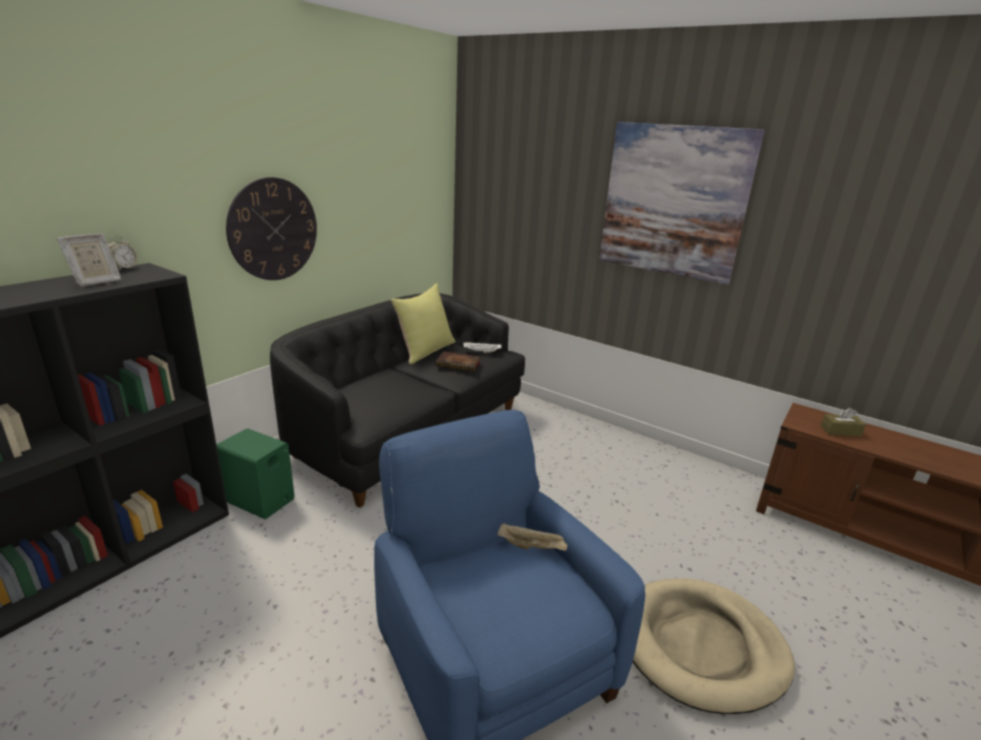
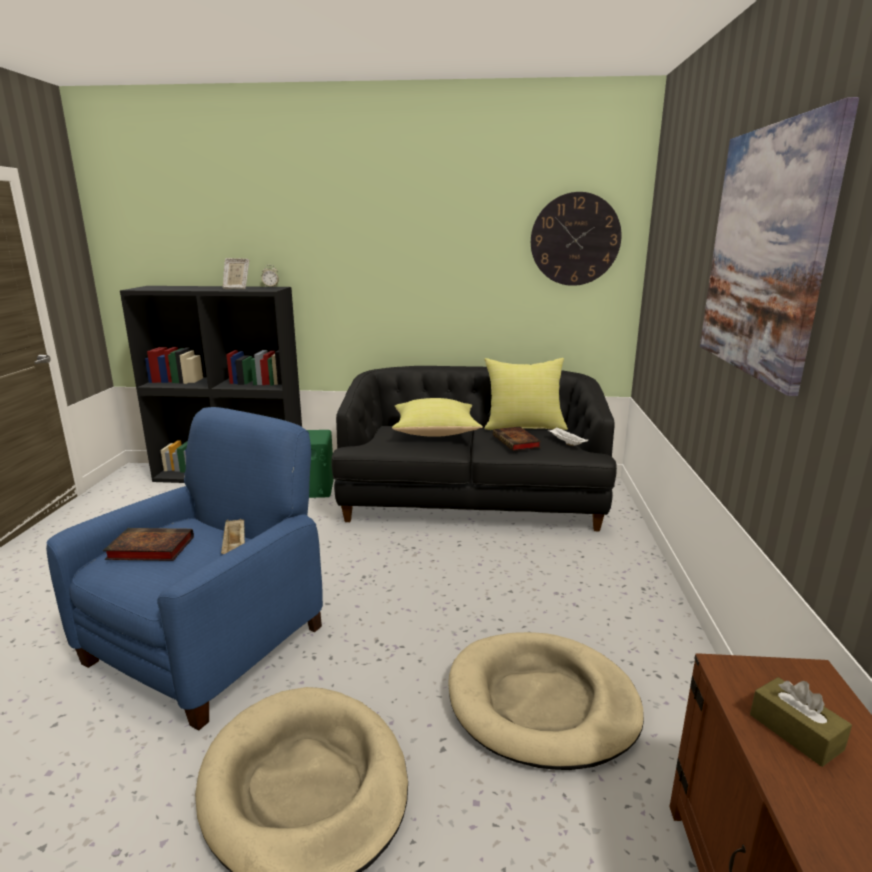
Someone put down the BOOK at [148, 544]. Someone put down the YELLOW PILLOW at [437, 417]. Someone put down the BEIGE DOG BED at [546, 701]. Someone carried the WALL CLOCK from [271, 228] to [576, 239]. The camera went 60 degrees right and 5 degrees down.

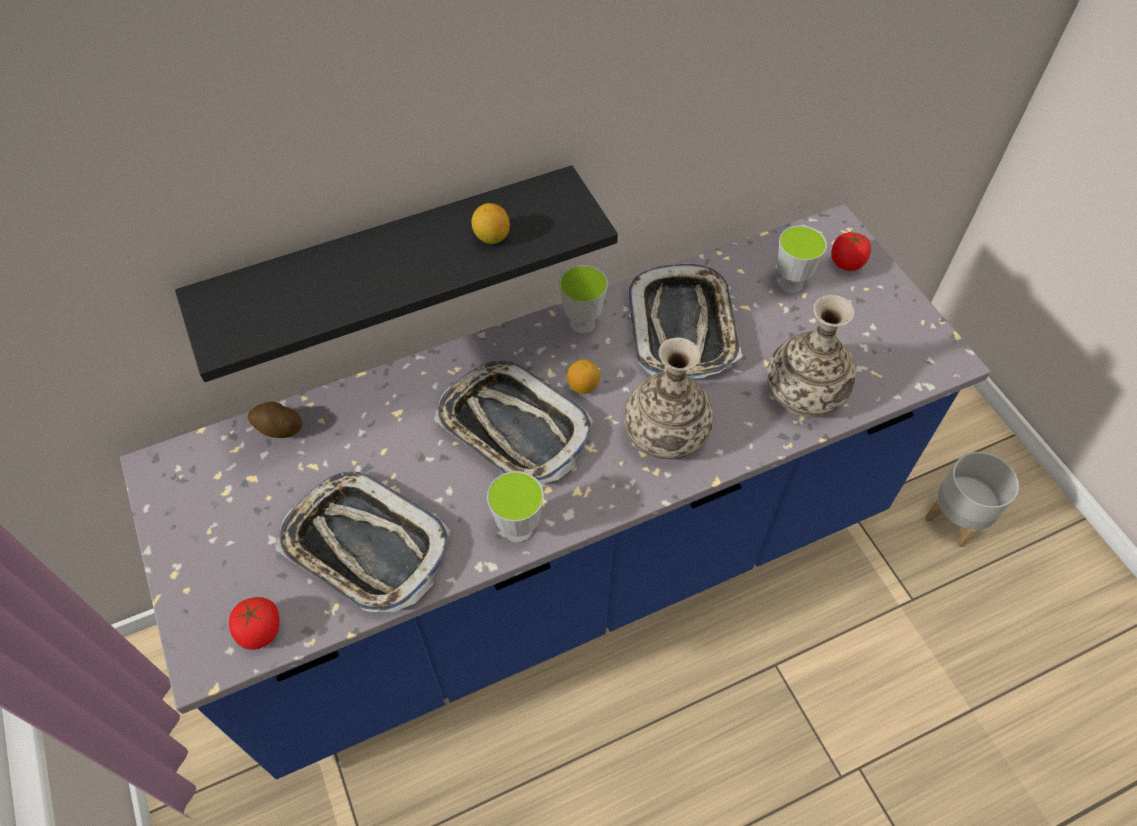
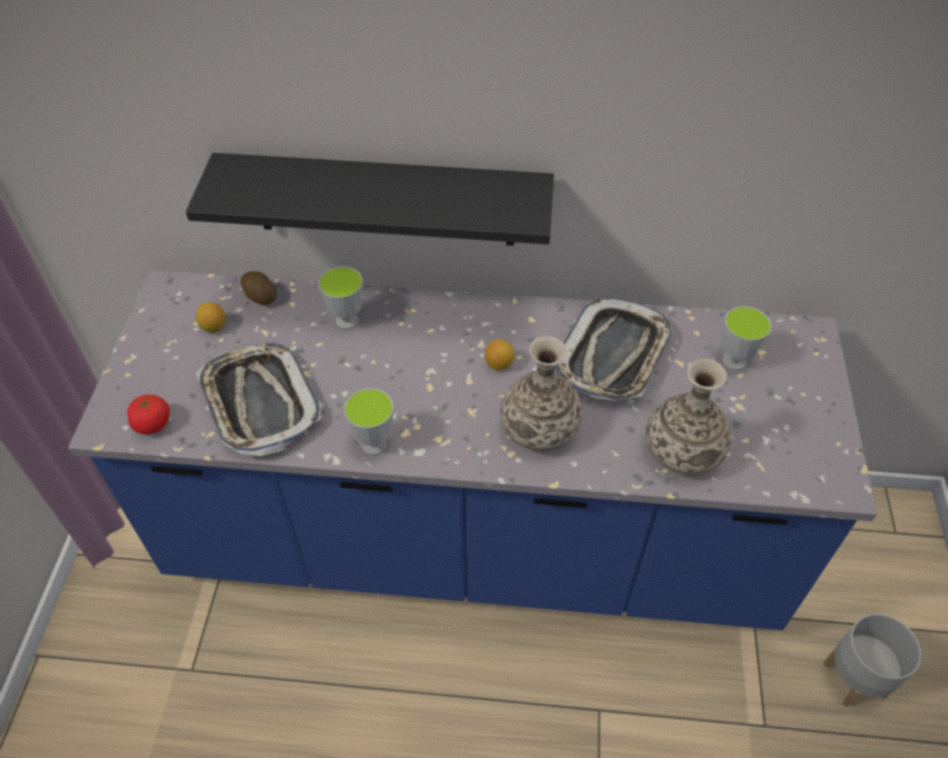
Someone took away the TRAY at [513, 422]. Someone took away the TOMATO at [851, 251]. Someone carried the LEMON from [490, 223] to [211, 317]. Someone carried the CUP from [583, 299] to [340, 297]. The camera went 30 degrees right and 5 degrees down.

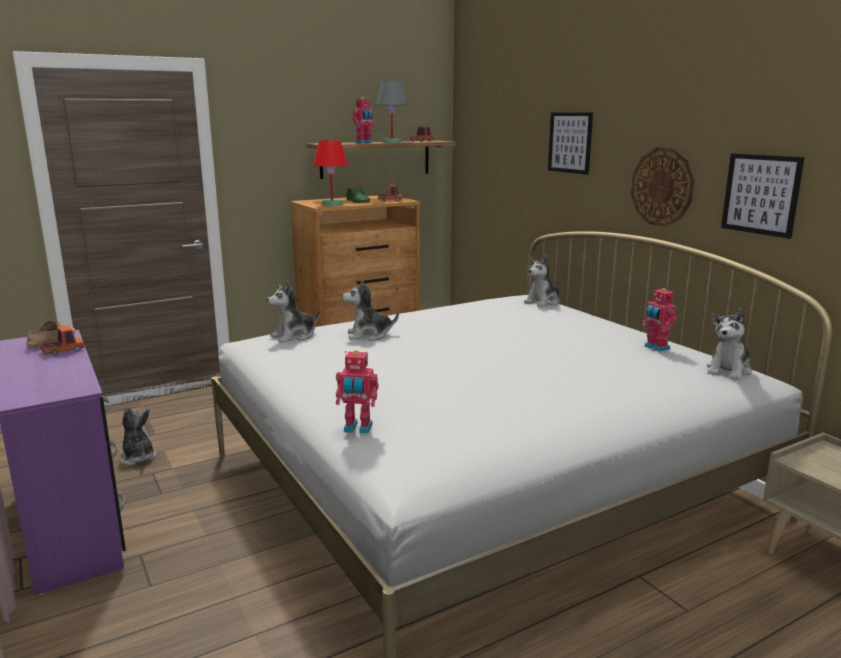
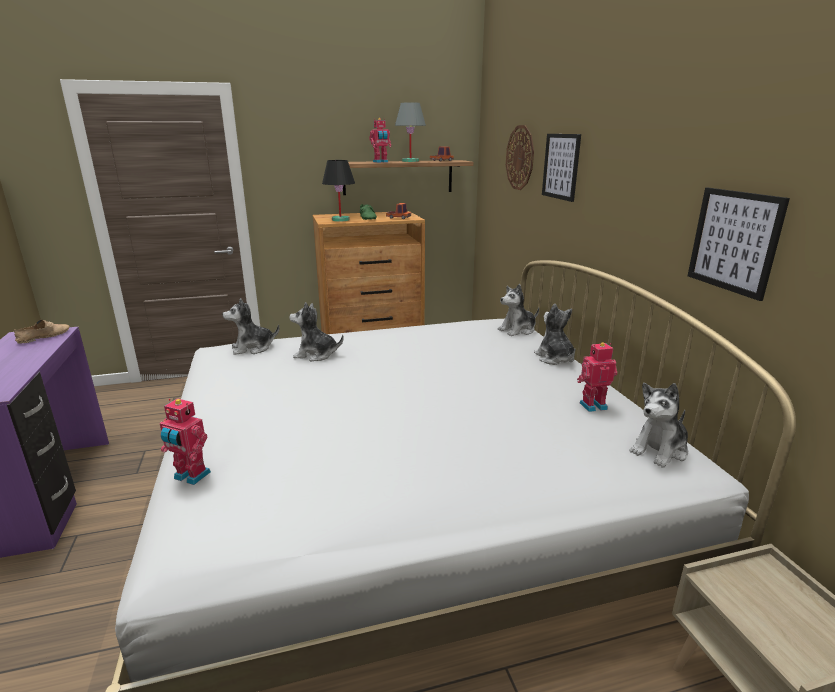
Someone took away the TOY TRUCK at [62, 341]. Someone carried the PLUSH TOY from [138, 436] to [555, 334]. Someone carried the WALL CLOCK from [663, 187] to [520, 157]. Someone repainted the RED TABLE LAMP at [330, 173], which became the BLACK TABLE LAMP at [338, 191]. Someone rotated the TOY ROBOT at [659, 319] by 90 degrees clockwise. The camera went 15 degrees right and 5 degrees up.

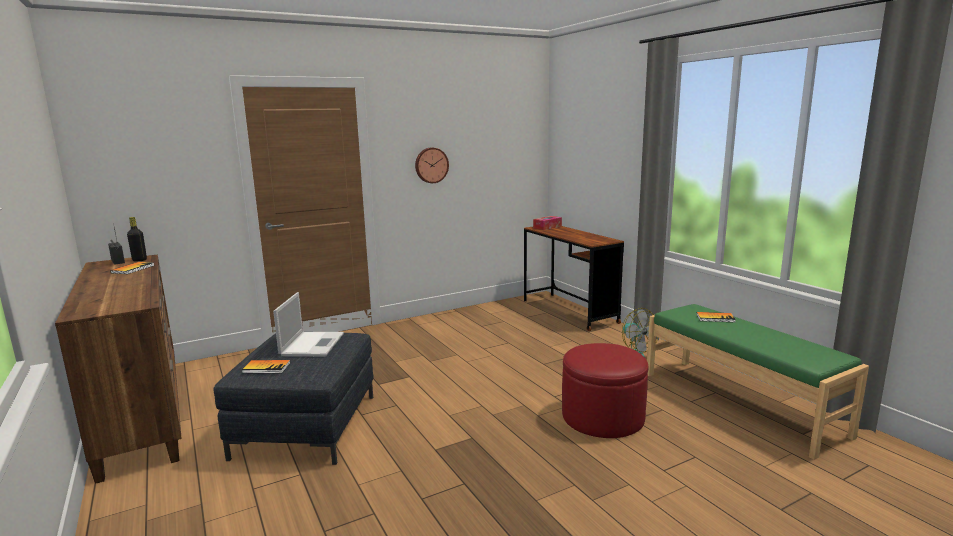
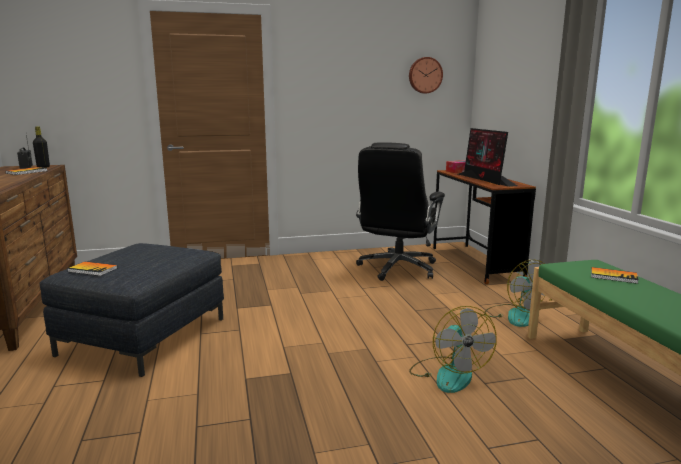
Someone took away the LAPTOP at [308, 324]. Someone put down the BLACK OFFICE CHAIR at [400, 211]. Someone put down the MONITOR at [487, 157]. Someone carried the WALL CLOCK from [432, 165] to [426, 75]. Someone swapped the RED OTTOMAN at [605, 390] for the FAN at [453, 349]. The camera went 15 degrees right and 0 degrees up.

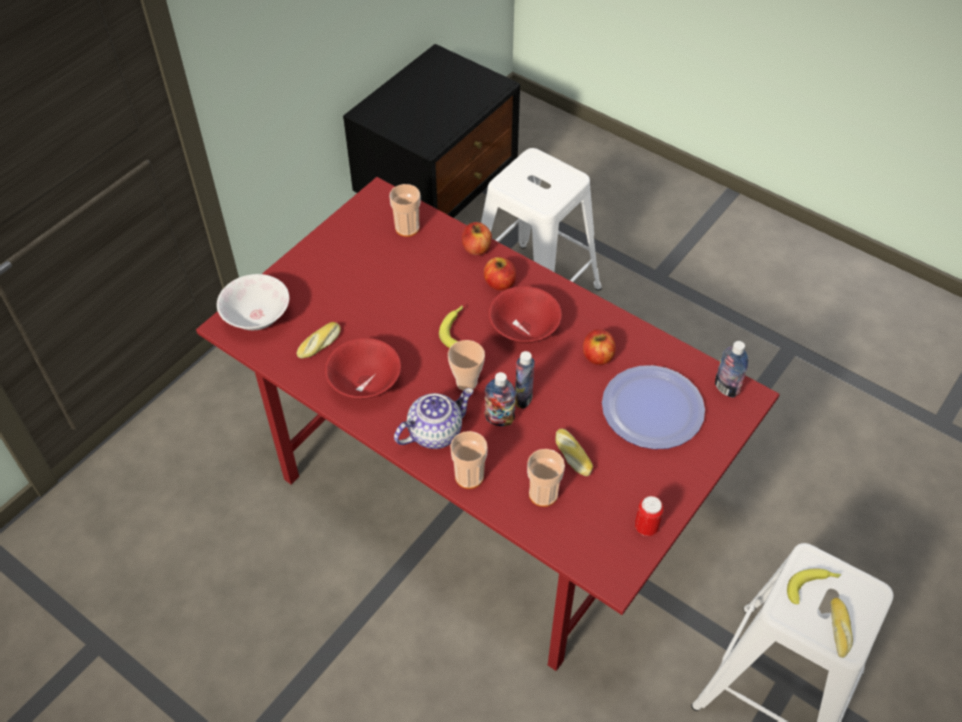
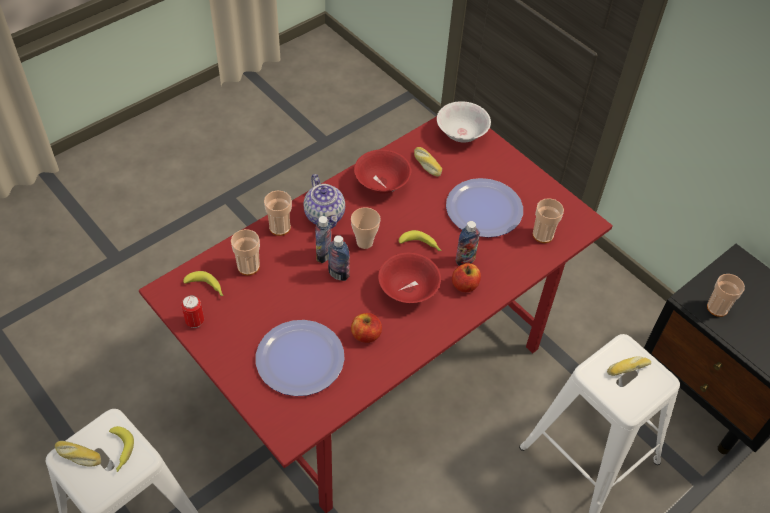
Someone took away the APPLE at [477, 238]. Someone put down the BANANA at [203, 283]. Someone put down the PLATE at [484, 207]. Someone put down the CUP at [726, 295]. Someone carried the BREAD from [574, 452] to [629, 366]. Someone carried the BOTTLE from [731, 369] to [467, 243]. The camera went 100 degrees right and 0 degrees up.

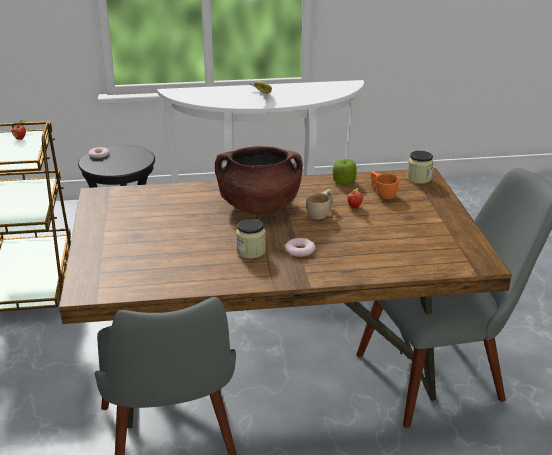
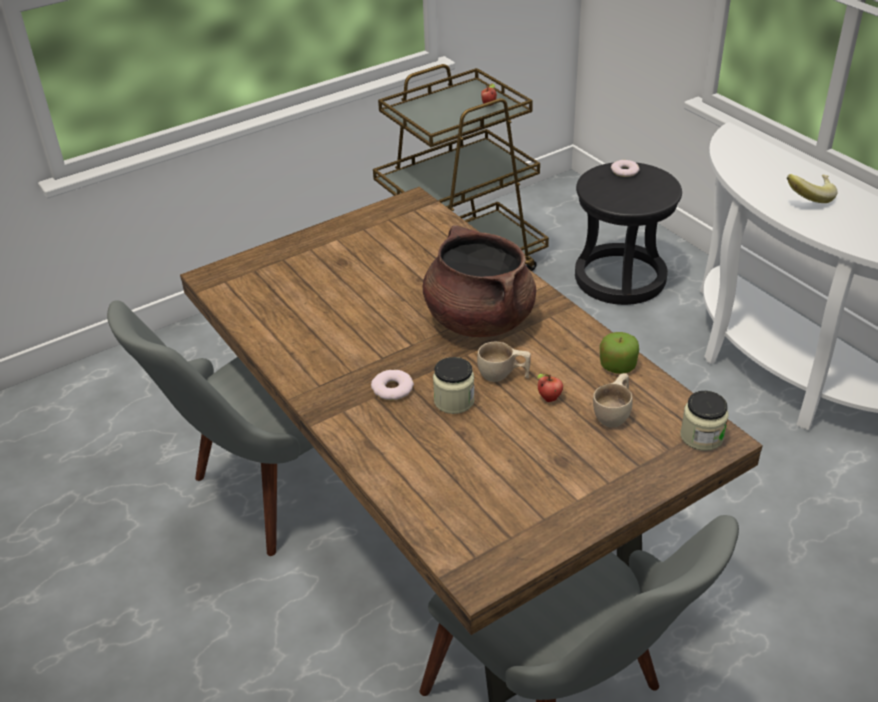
Someone carried the JAR from [251, 239] to [454, 385]. Someone repainted the ORANGE CUP at [385, 185], which became the BEIGE CUP at [612, 400]. The camera went 65 degrees right and 10 degrees up.

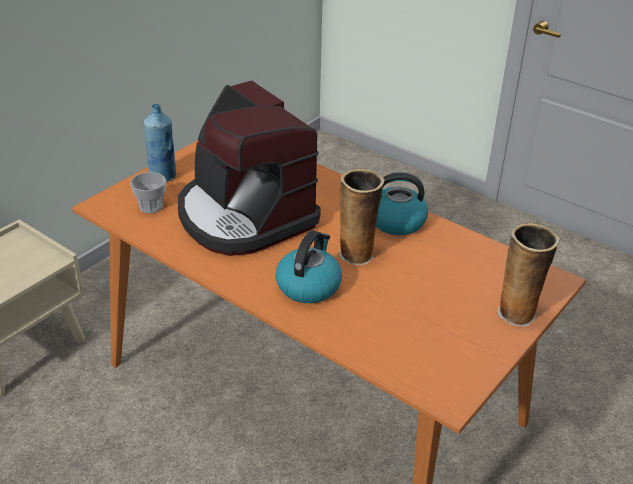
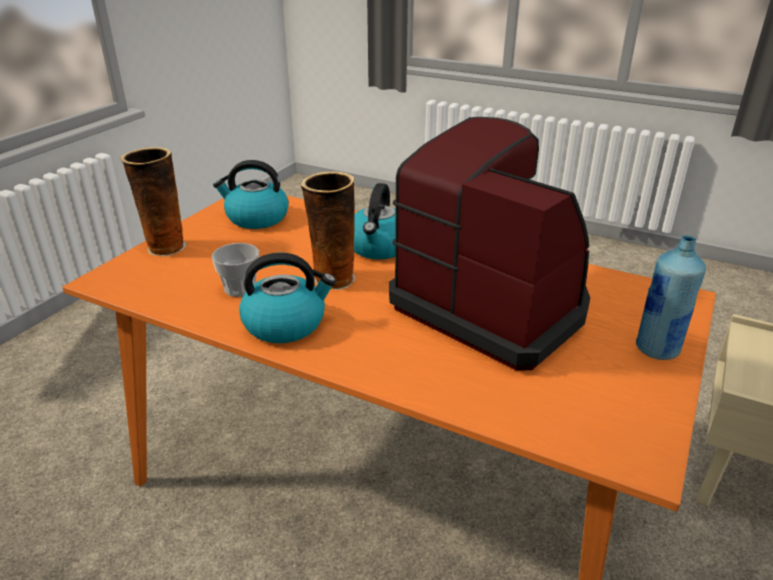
Someone put down the KETTLE at [251, 194]. Someone carried the CUP from [148, 193] to [235, 270]. The camera went 170 degrees right and 5 degrees down.

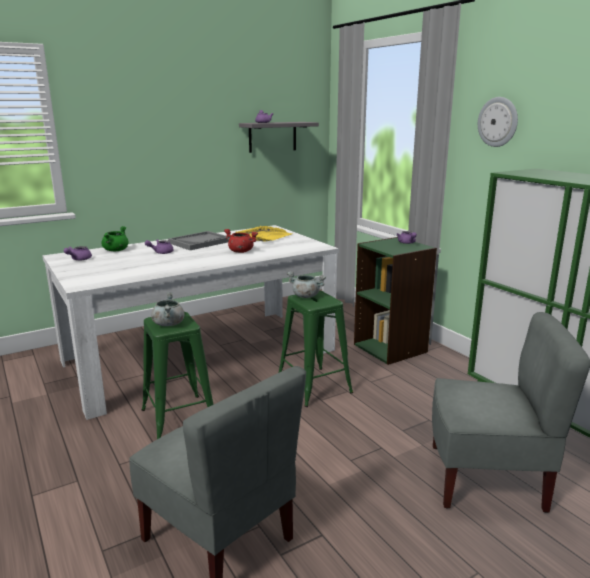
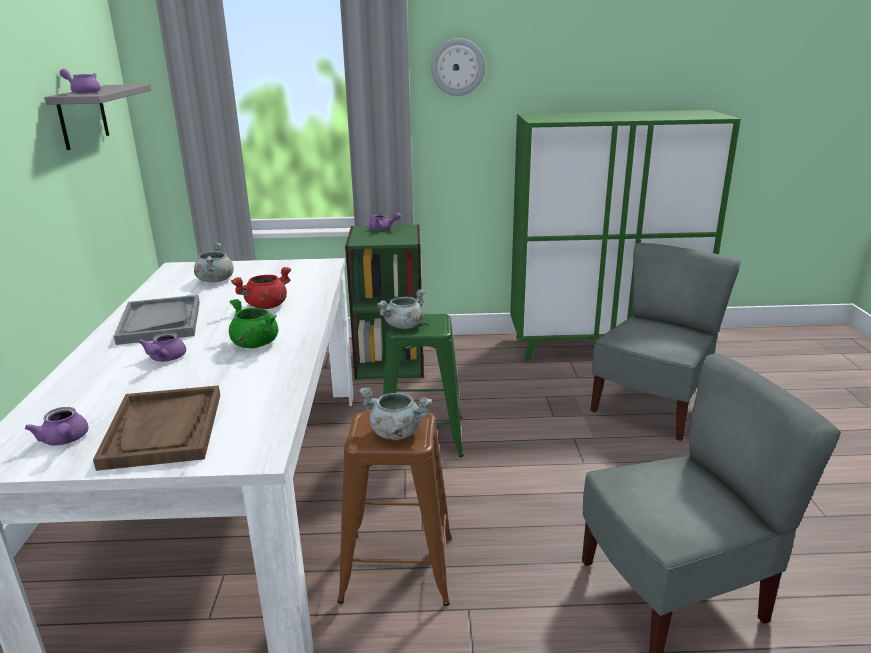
Someone put down the BROWN TRAY at [156, 428]. Someone carried the GREEN COOKING POT from [114, 238] to [253, 323]. Someone swapped the YELLOW TRAY at [263, 234] for the GREY COOKING POT at [214, 262]. Someone repainted the GREEN STOOL at [178, 375], which became the BROWN STOOL at [394, 508]. The camera went 60 degrees left and 5 degrees up.

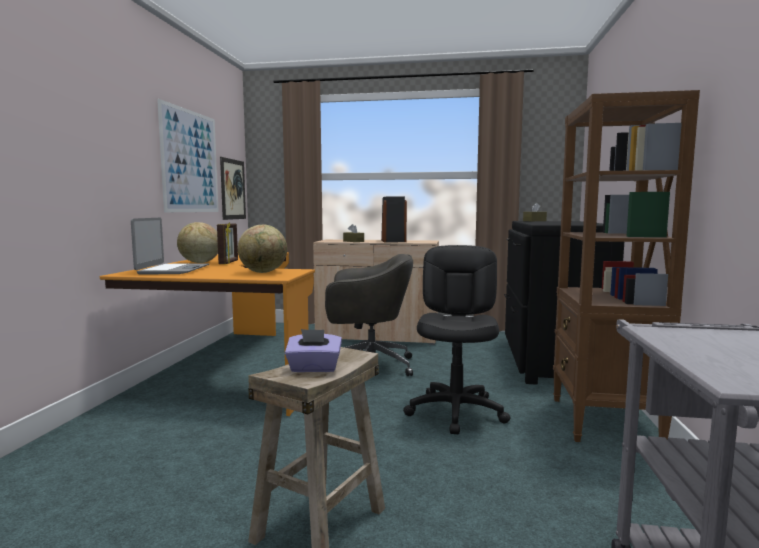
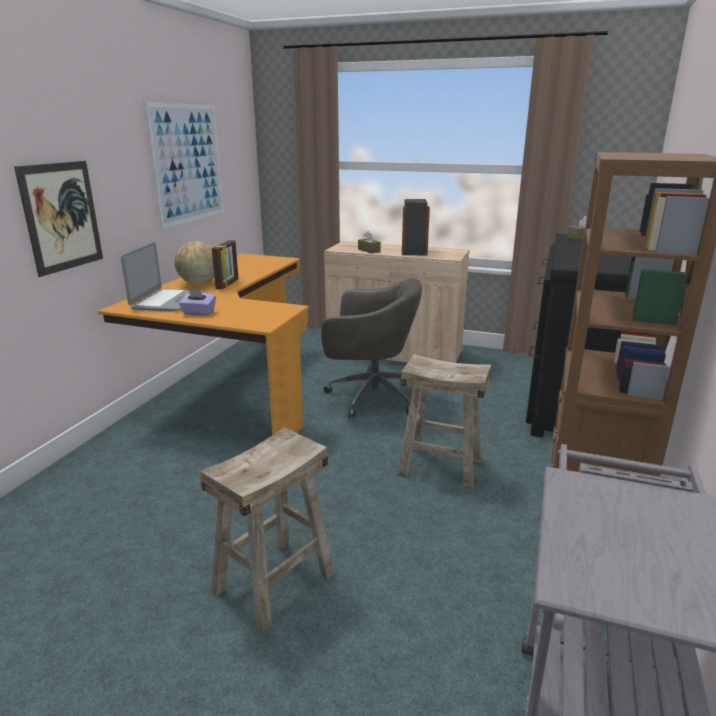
Someone took away the GLOBE at [262, 248]. Someone carried the PICTURE from [233, 188] to [58, 219]. Someone carried the PURPLE TISSUE BOX from [313, 350] to [197, 303]. Someone swapped the BLACK OFFICE CHAIR at [456, 339] for the BEIGE STOOL at [444, 422]. The camera went 10 degrees right and 15 degrees up.

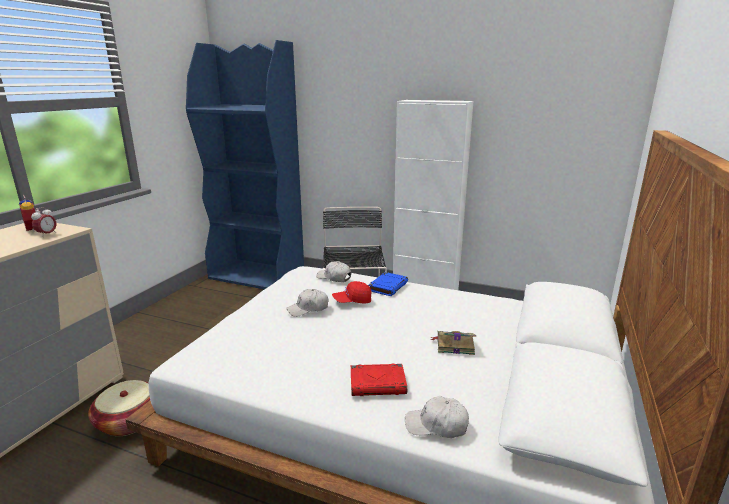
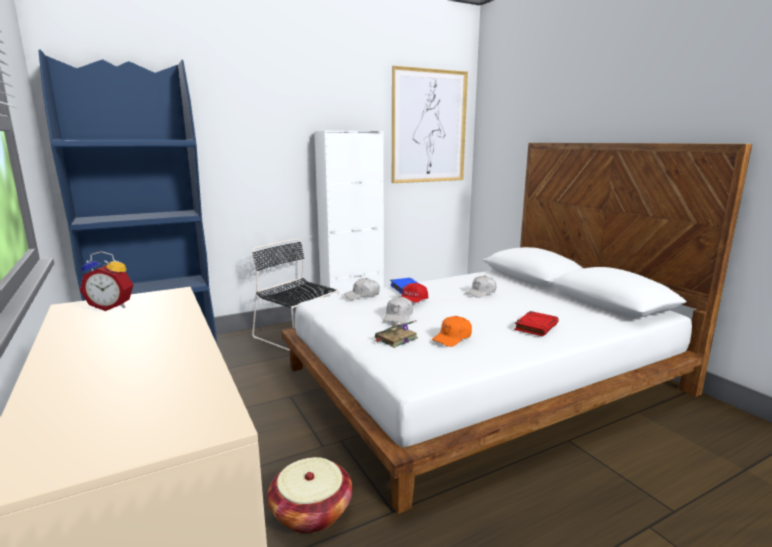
Someone took away the ALARM CLOCK at [44, 221]. Someone put up the PICTURE at [430, 124]. Someone put down the ORANGE CAP at [452, 331]. Someone carried the WHITE CAP from [437, 417] to [480, 287]. Someone carried the BOOK from [453, 343] to [396, 334]. The camera went 50 degrees left and 5 degrees down.

